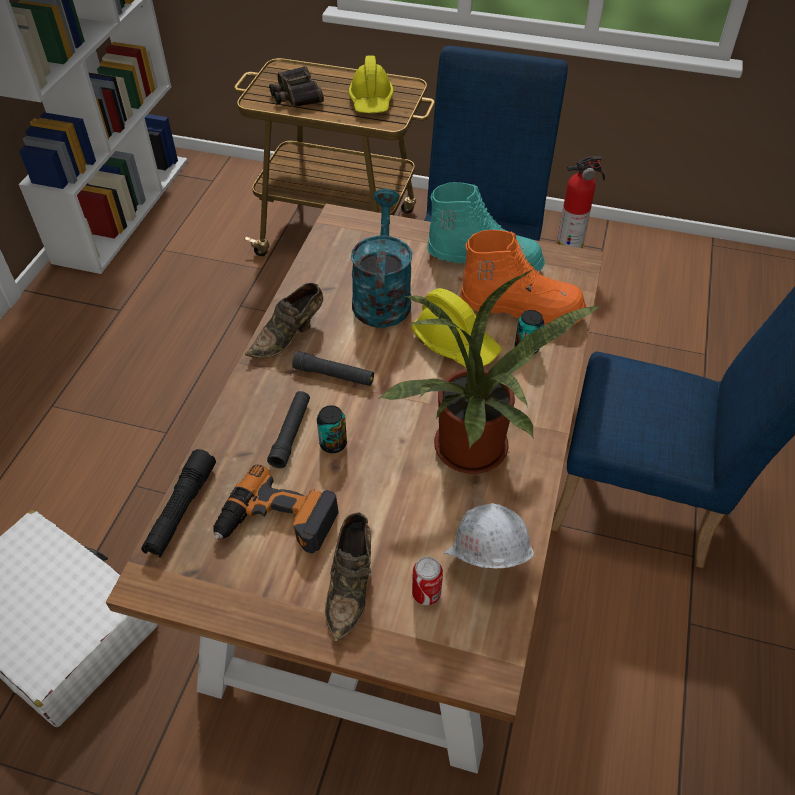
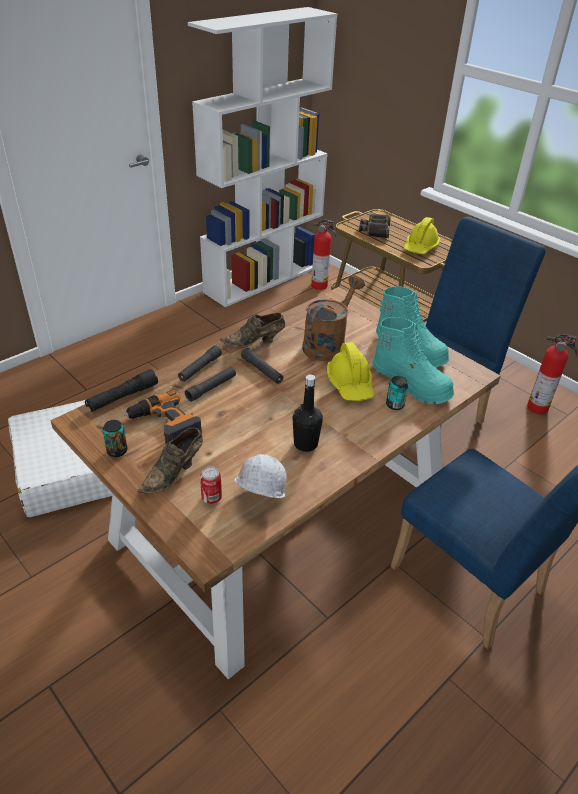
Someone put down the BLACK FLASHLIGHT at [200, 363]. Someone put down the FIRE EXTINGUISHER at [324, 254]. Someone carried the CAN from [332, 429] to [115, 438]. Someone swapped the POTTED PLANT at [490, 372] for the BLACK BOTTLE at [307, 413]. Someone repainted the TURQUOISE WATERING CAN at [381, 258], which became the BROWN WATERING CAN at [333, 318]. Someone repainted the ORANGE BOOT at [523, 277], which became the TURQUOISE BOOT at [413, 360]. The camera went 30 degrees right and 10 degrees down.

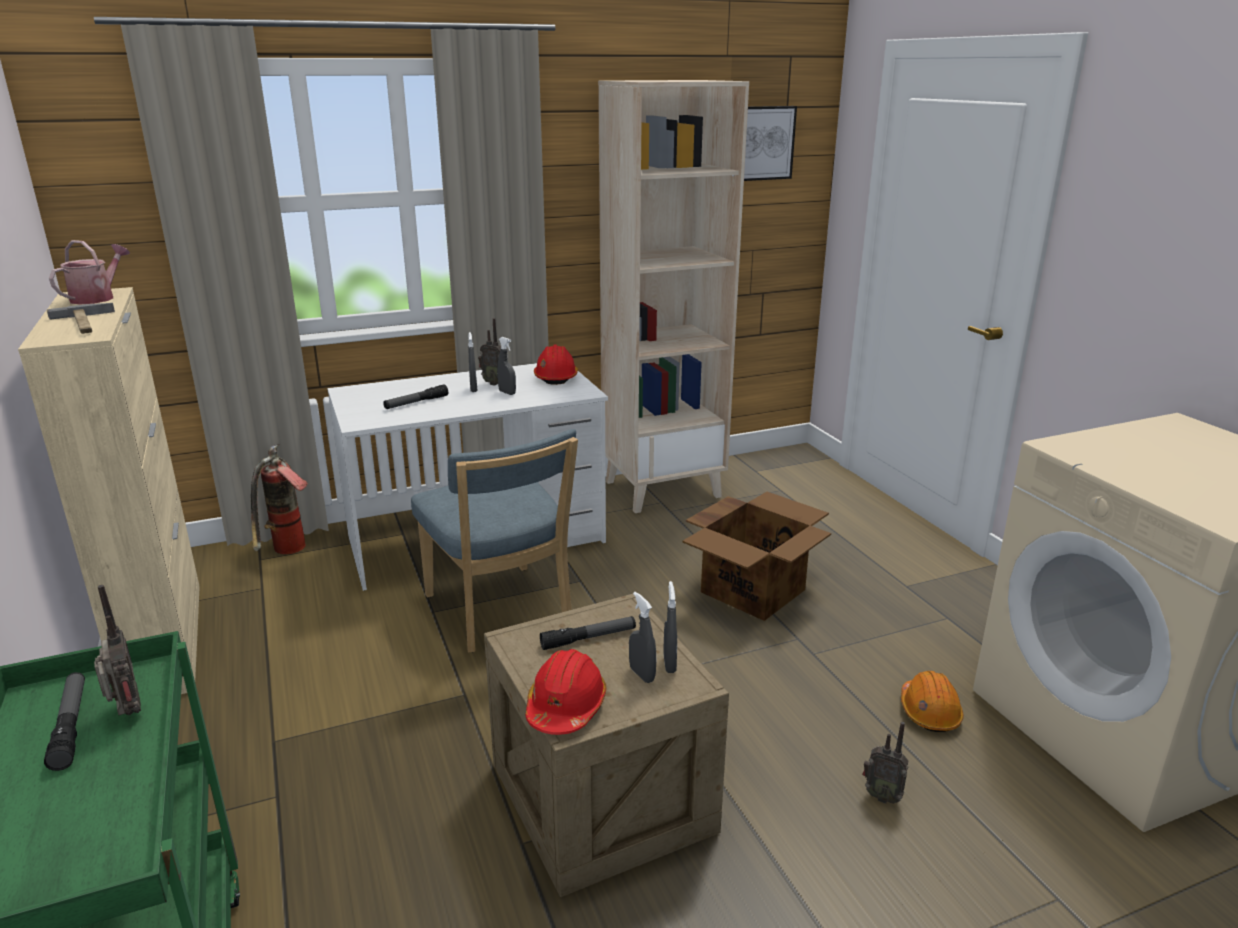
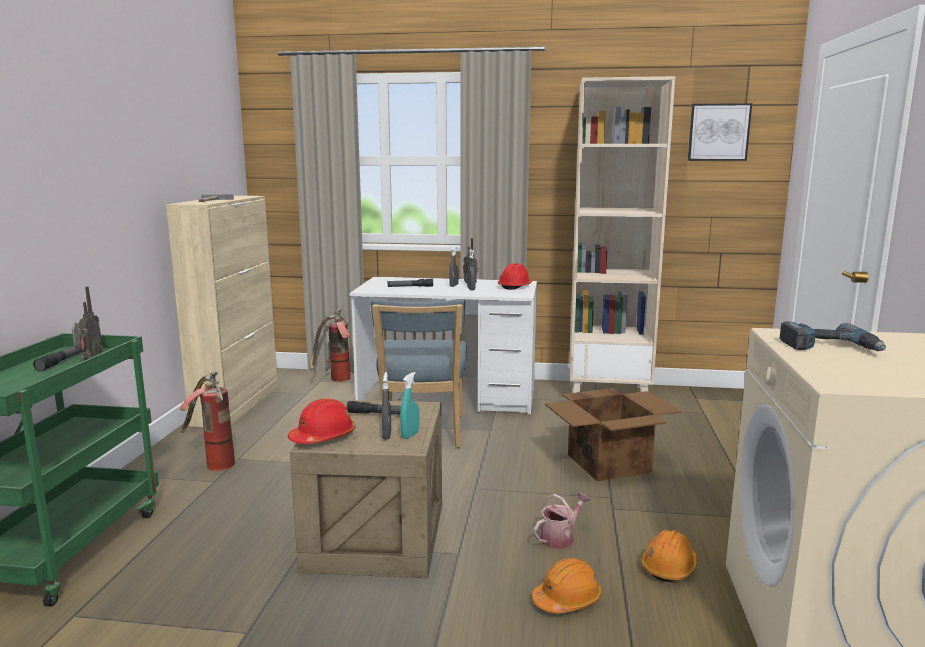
Someone put down the FIRE EXTINGUISHER at [207, 421]. Someone put down the POWER DRILL at [833, 336]. Someone carried the WATERING CAN from [89, 272] to [562, 520]. Someone swapped the RADIO at [885, 763] for the ORANGE HARD HAT at [567, 585]. Someone repainted the GREY SPRAY BOTTLE at [670, 627], which became the TURQUOISE SPRAY BOTTLE at [409, 405]. The camera went 30 degrees right and 10 degrees down.

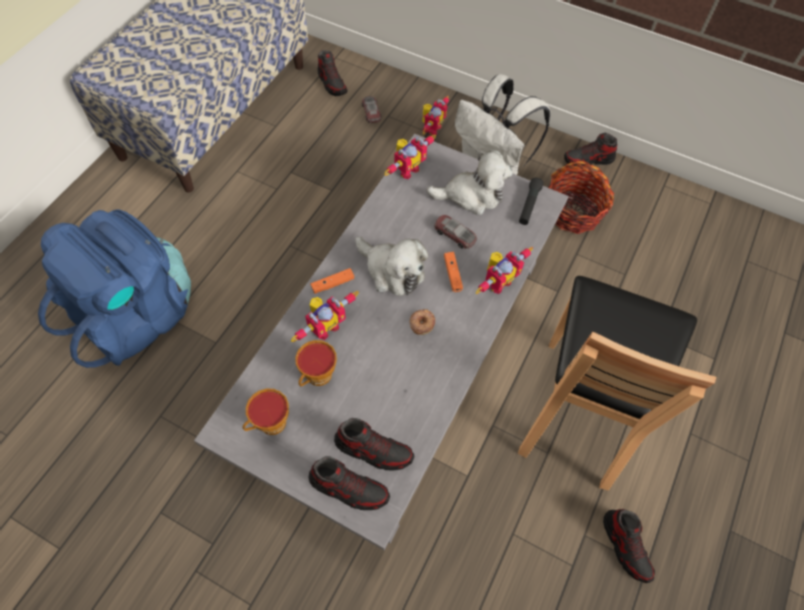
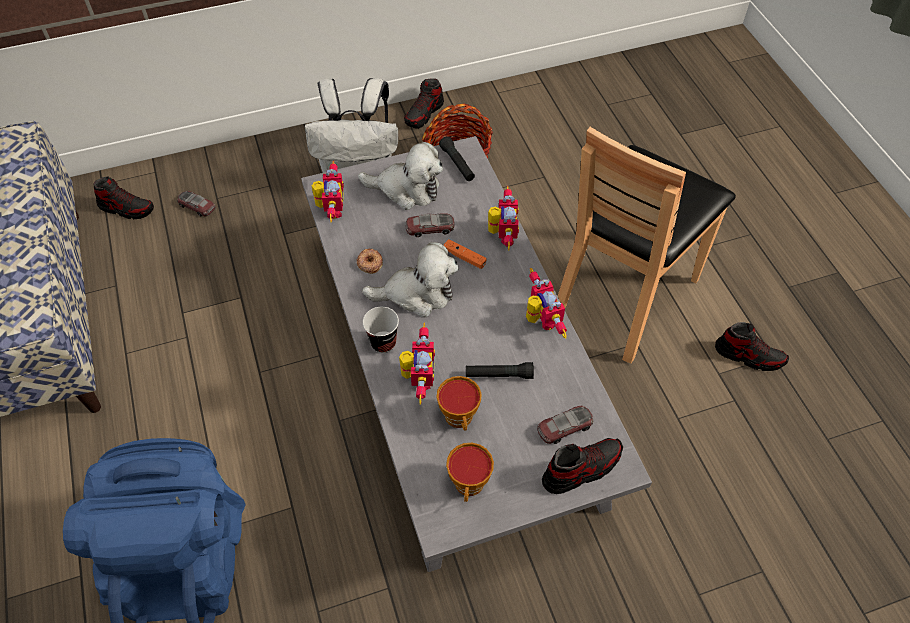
Someone put down the BLACK FLASHLIGHT at [500, 370]. Someone carried the DONUT from [422, 322] to [370, 261]. Someone carried the TOY ROBOT from [435, 115] to [546, 303]. Someone swapped the ORANGE GAME CONTROLLER at [332, 281] for the CUP at [381, 330]. Someone swapped the SHOE at [374, 444] for the TOY CAR at [565, 424]. Someone rotated the PLUSH TOY at [469, 182] by 60 degrees clockwise. Someone rotated the BROWN CHAIR at [617, 383] by 60 degrees clockwise. The camera went 45 degrees left and 5 degrees down.

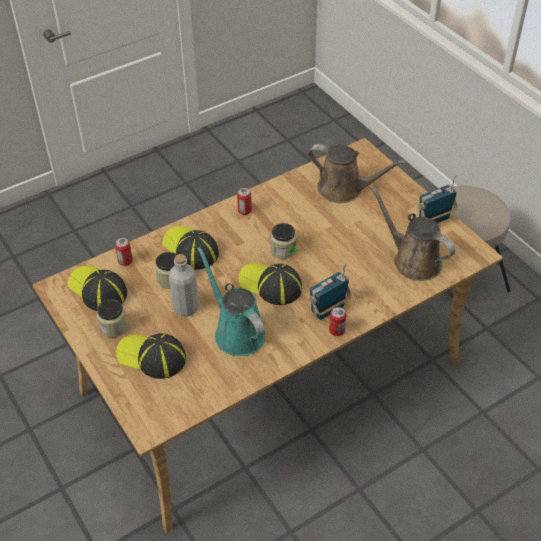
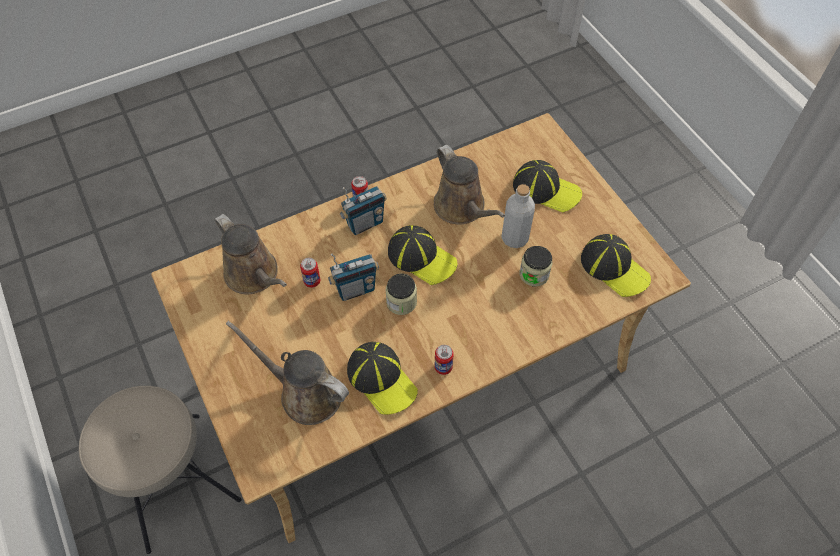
Someone took away the JAR at [112, 318]. Someone carried the CAN from [124, 252] to [310, 273]. Someone carried the CAP from [190, 248] to [382, 378]. Someone carried the RADIO from [437, 199] to [353, 277]. Someone repainted the TURQUOISE WATERING CAN at [231, 301], which became the BROWN WATERING CAN at [469, 185]. The camera went 175 degrees left and 10 degrees up.

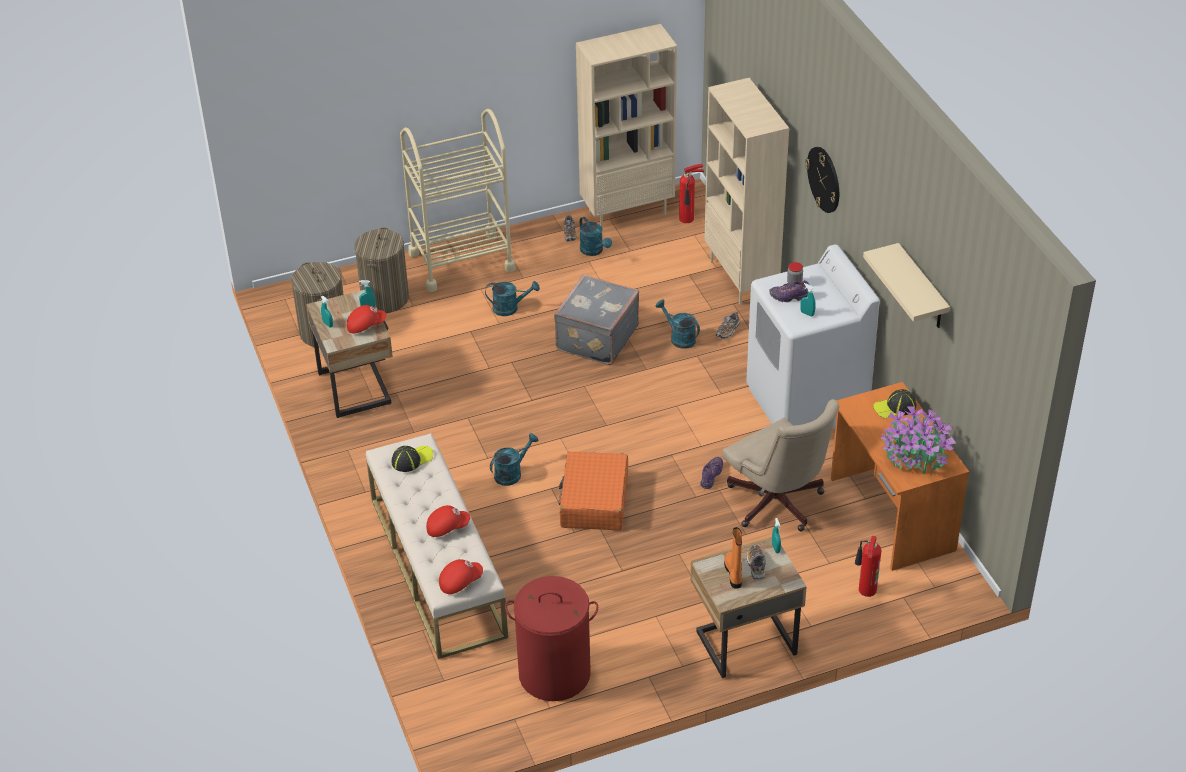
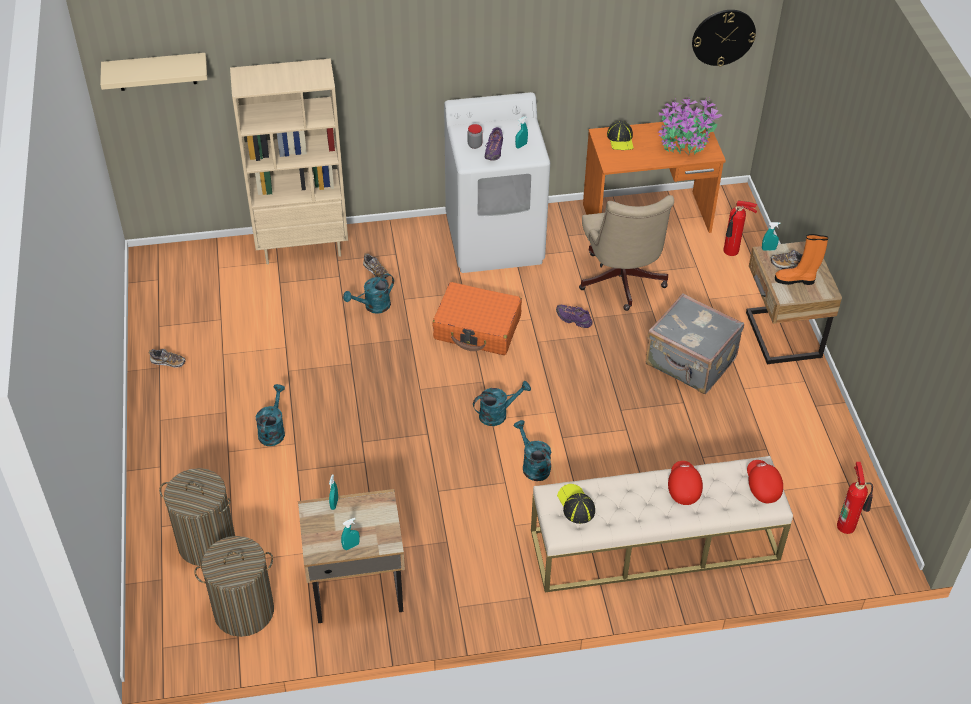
Someone took away the RED CAP at [366, 319]. Someone took away the BEIGE CART at [457, 200]. Someone took away the RED LAUNDRY BASKET at [551, 638]. Someone took away the BEIGE BOOKCASE at [626, 127]. Someone carried the GREY SUITCASE from [596, 319] to [695, 343]. Someone carried the ORANGE SUITCASE from [593, 491] to [477, 318]. Someone carried the TURQUOISE WATERING CAN from [596, 236] to [502, 403]. Someone carried the FIRE EXTINGUISHER from [691, 193] to [855, 498]. Someone carried the WALL CLOCK from [822, 180] to [724, 38]. Someone carried the BEIGE SHELF from [906, 285] to [153, 72]. Someone rotated the BEIGE OFFICE CHAIR at [781, 465] by 105 degrees clockwise. The camera went 80 degrees left and 5 degrees up.

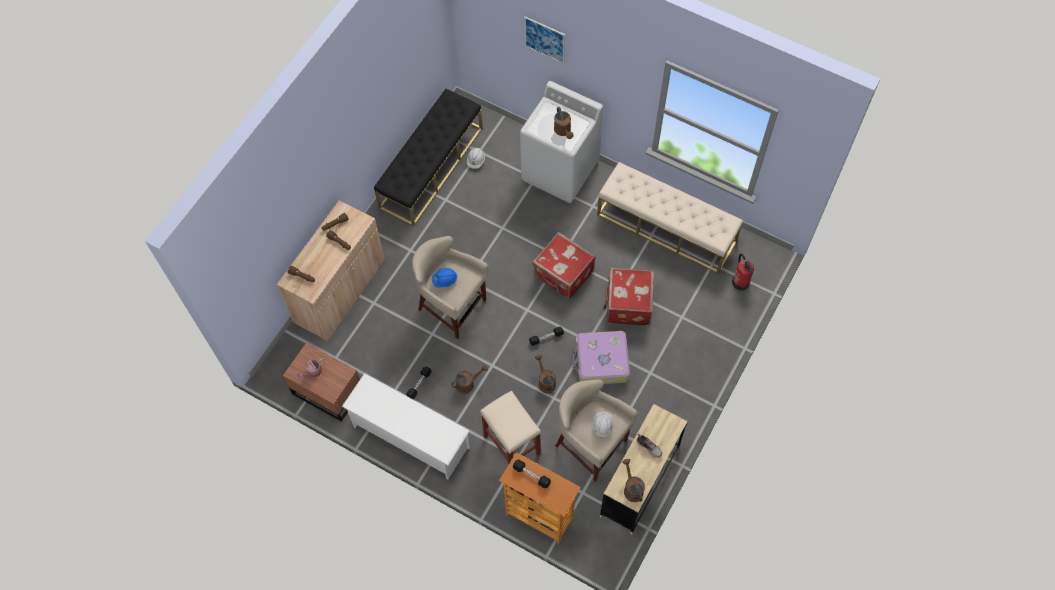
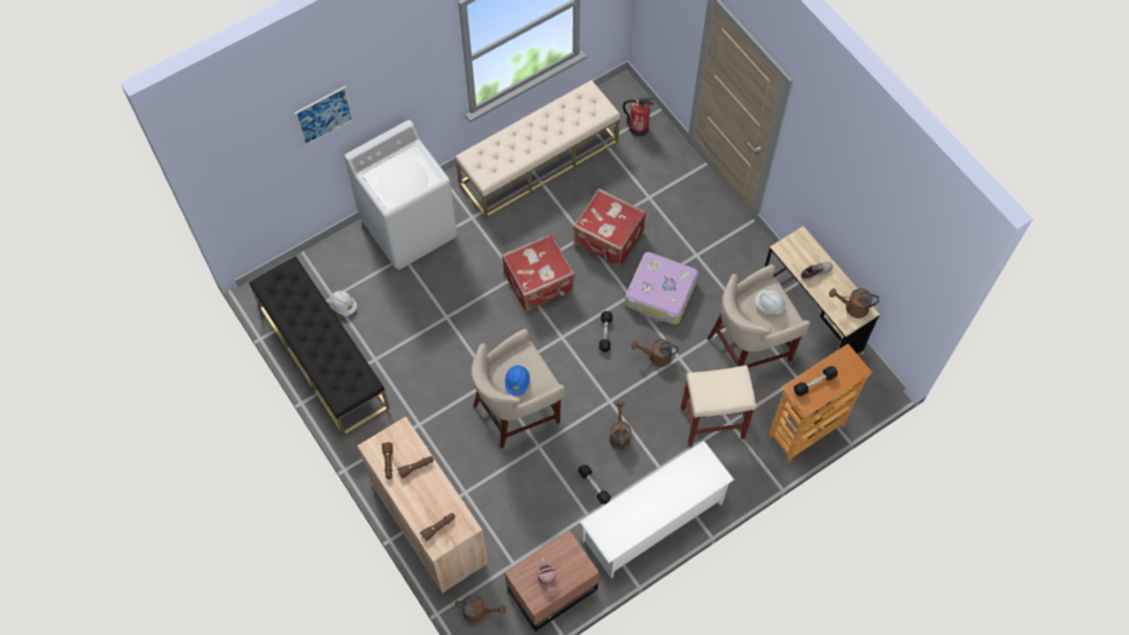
Someone carried the BROWN WATERING CAN from [564, 123] to [480, 609]. The camera went 65 degrees left and 0 degrees up.

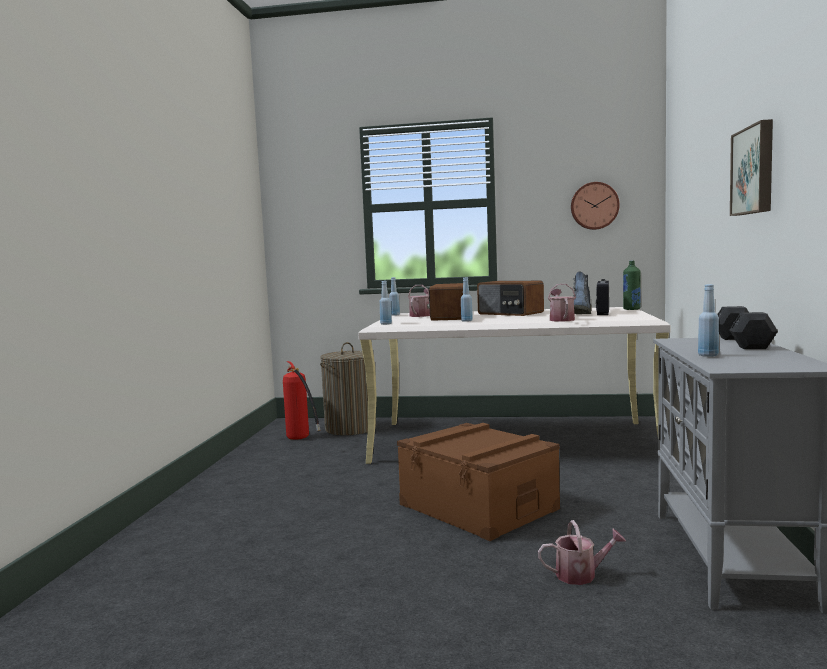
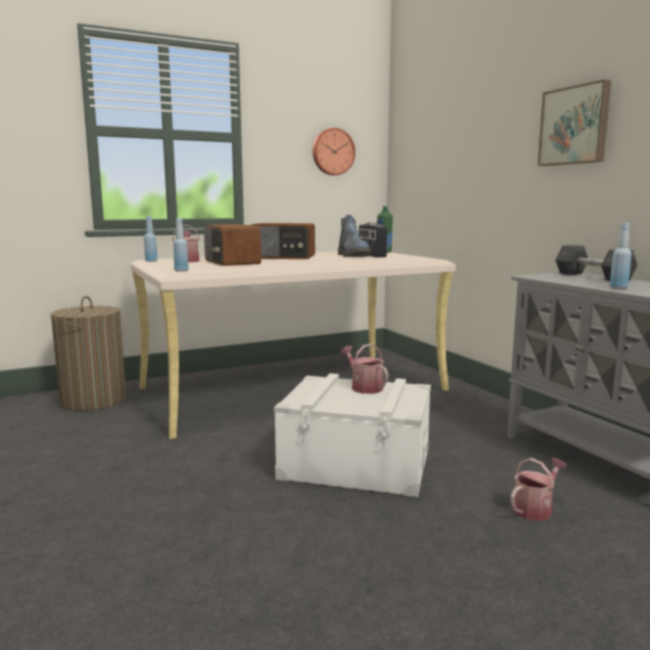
Someone took away the FIRE EXTINGUISHER at [301, 400]. Someone took away the BLUE BOTTLE at [467, 300]. Someone carried the WATERING CAN from [562, 303] to [364, 369]. Someone repainted the BROWN STORAGE BOX at [478, 482], which became the WHITE STORAGE BOX at [352, 435]. The camera went 35 degrees left and 5 degrees up.

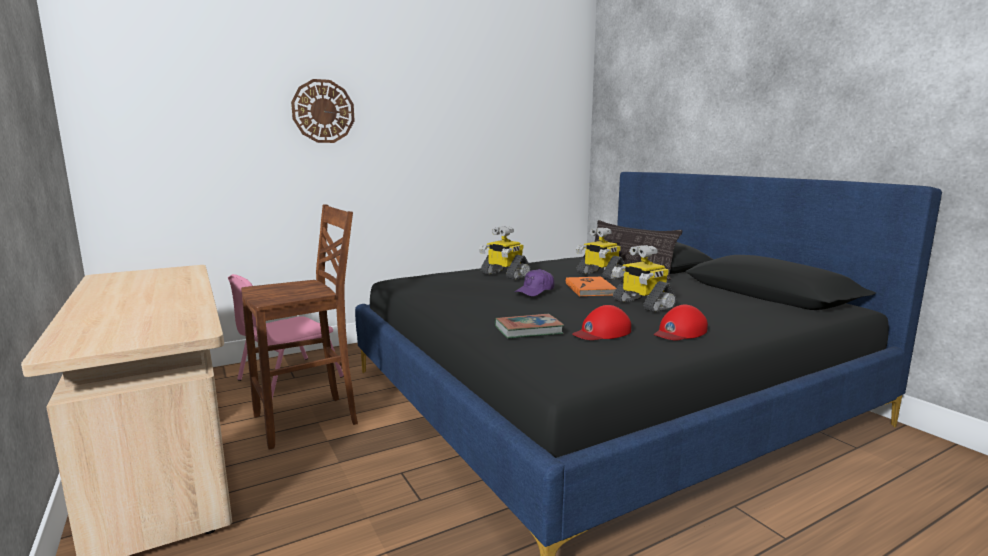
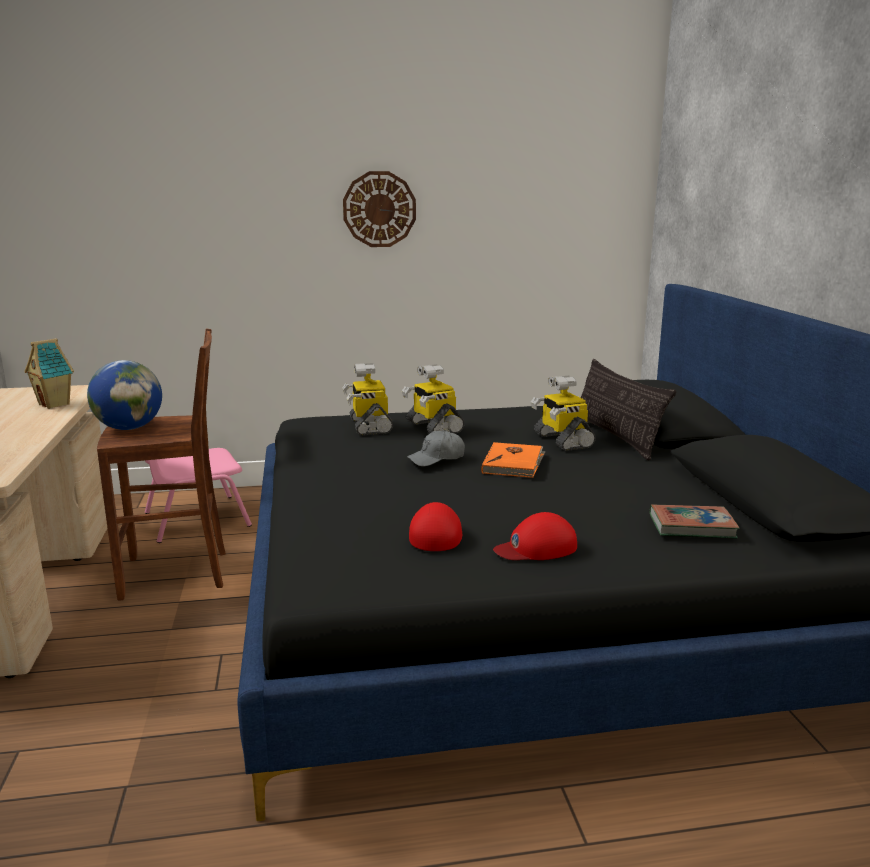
Someone put down the TOY HOUSE at [49, 373]. Someone put down the GLOBE at [124, 395]. Someone carried the WALL CLOCK from [323, 111] to [379, 209]. Someone carried the BOOK from [529, 326] to [694, 521]. Someone carried the TOY ROBOT from [644, 279] to [367, 399]. Someone repainted the PURPLE CAP at [535, 282], which became the GREY CAP at [436, 448]. Someone rotated the RED CAP at [602, 322] by 105 degrees clockwise. The camera went 20 degrees right and 5 degrees up.

